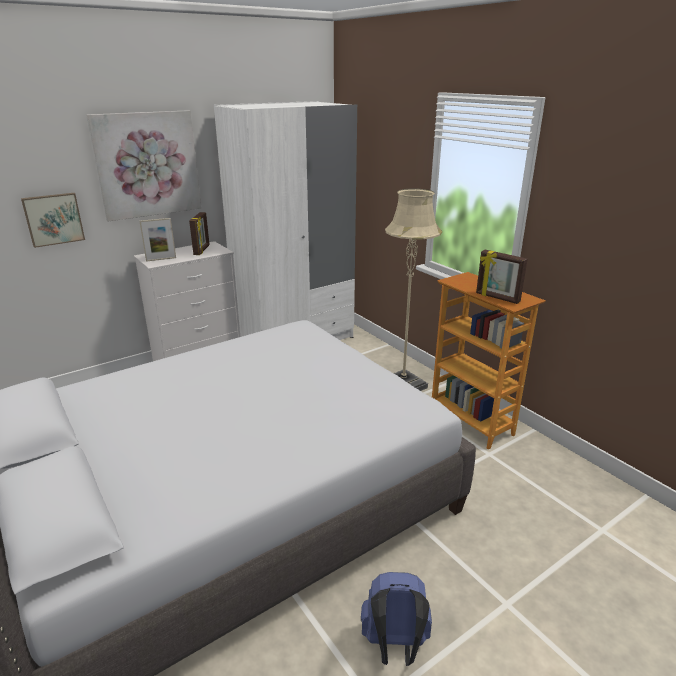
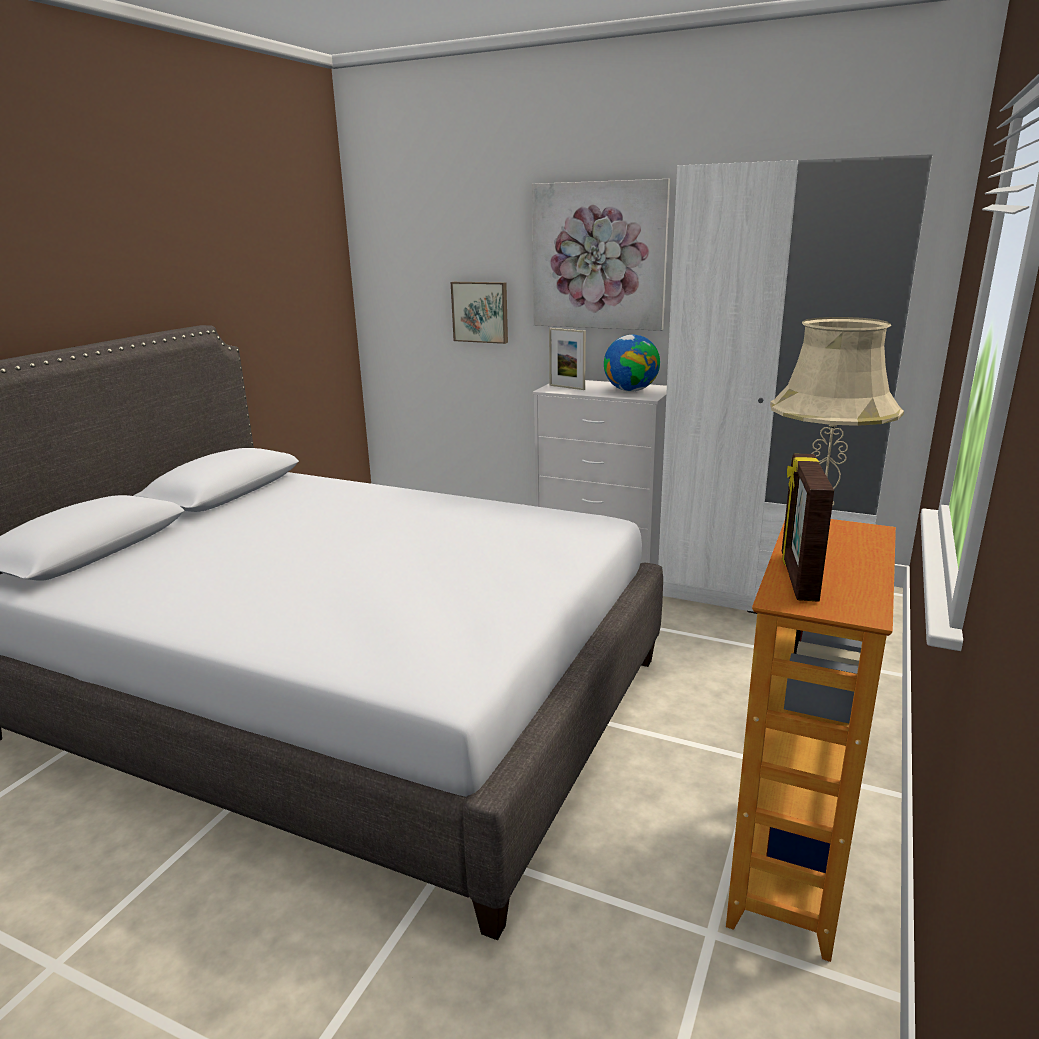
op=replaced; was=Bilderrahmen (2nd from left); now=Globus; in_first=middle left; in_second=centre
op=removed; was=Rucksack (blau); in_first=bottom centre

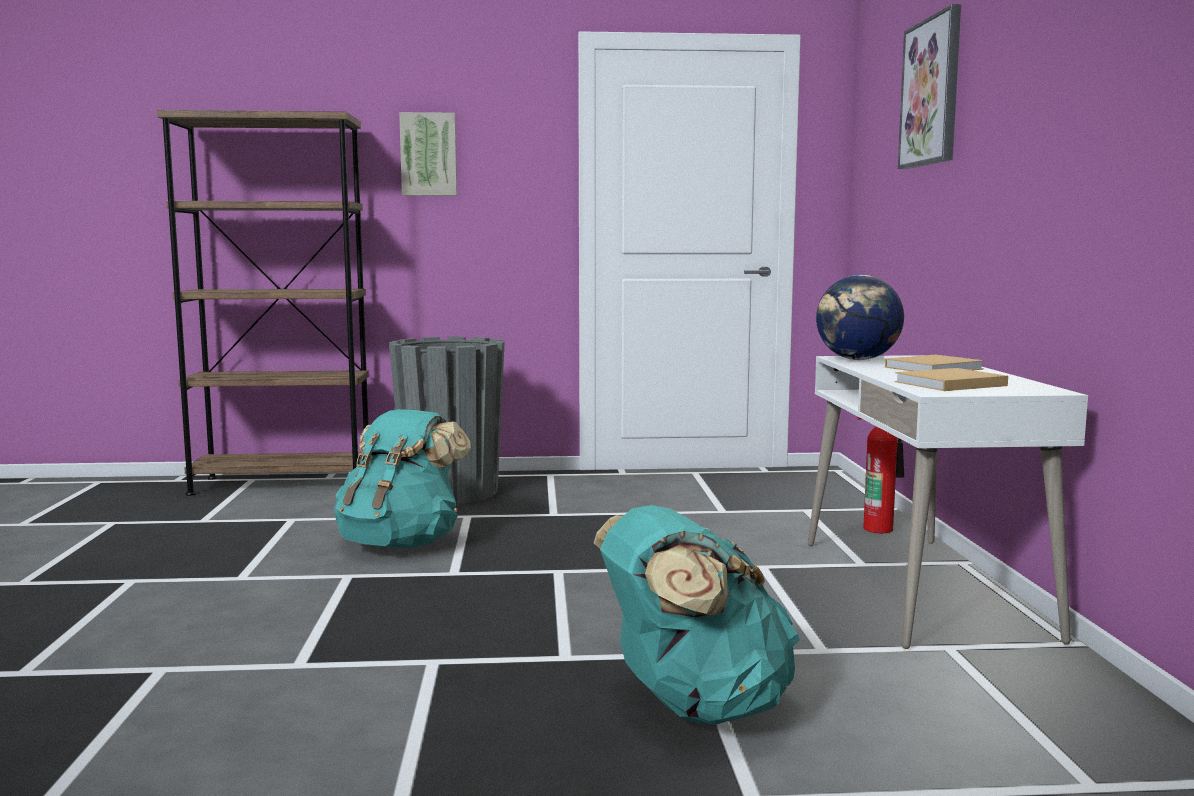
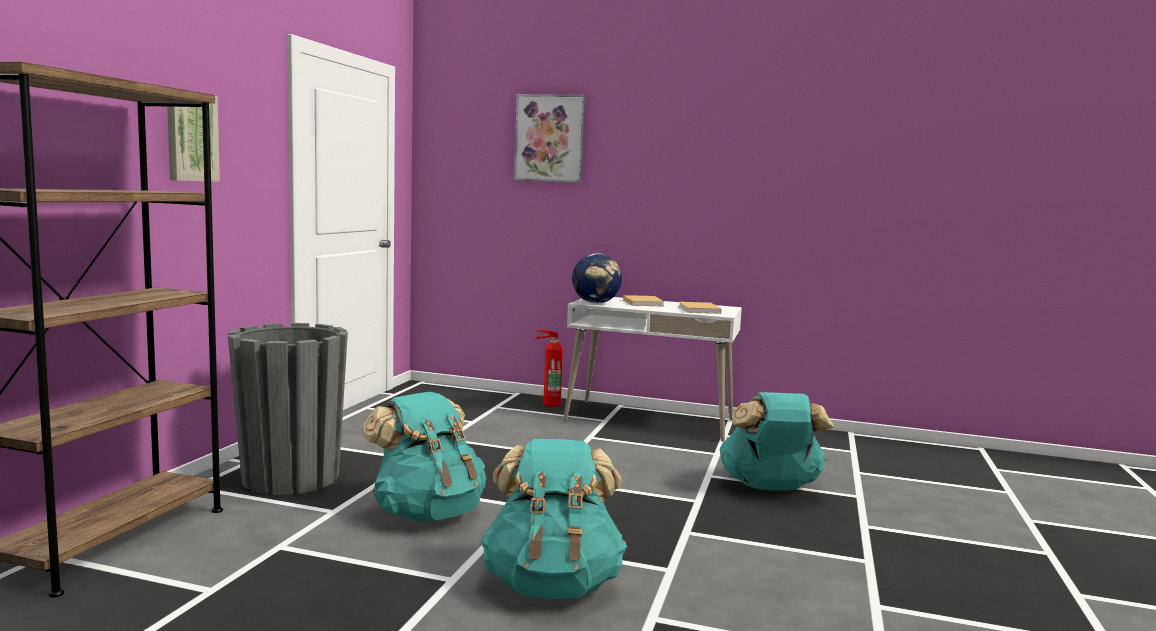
op=added; now=Rucksack (türkis) (2nd from left); in_second=bottom centre

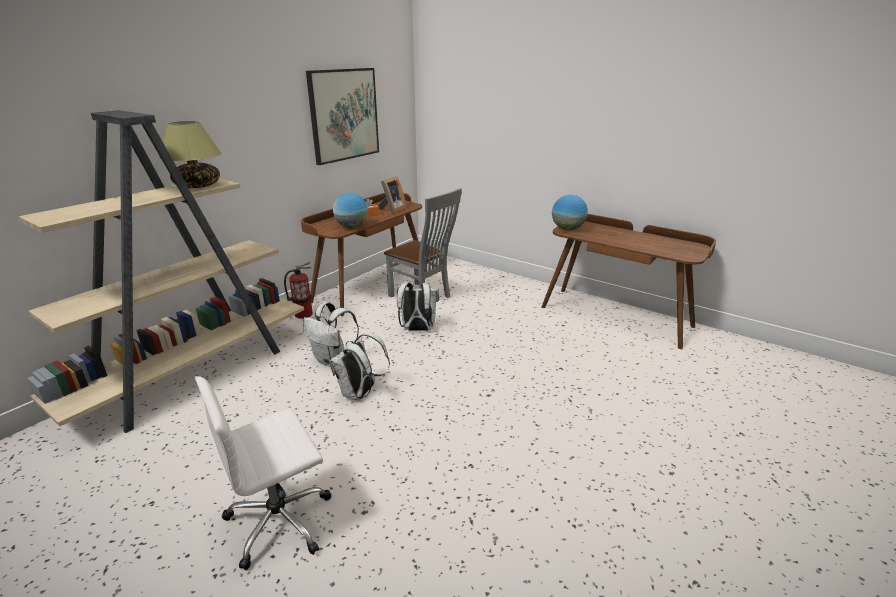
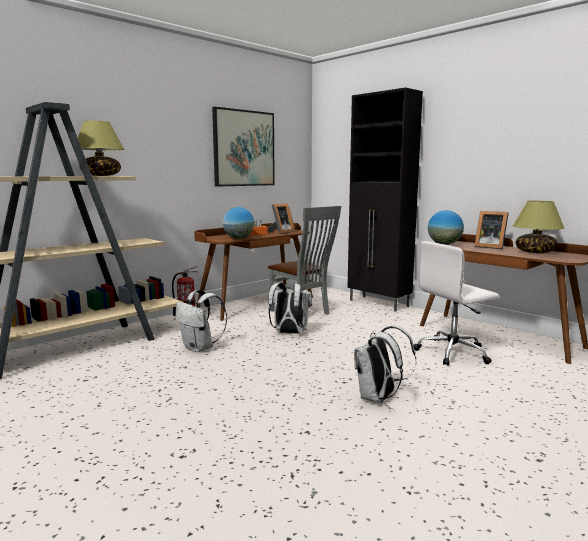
op=moved; was=Bürostuhl (weiß); in_first=bottom left; in_second=middle right
op=moved; was=Rucksack (weiß) (2nd from left in the first image); now=Rucksack (weiß) (3rd from left); in_first=centre; in_second=bottom centre
op=added; now=Schrank (schwarz); in_second=centre
op=added; now=Bilderrahmen (2nd from left); in_second=middle right
op=added; now=Tischlampe (2nd from left); in_second=middle right

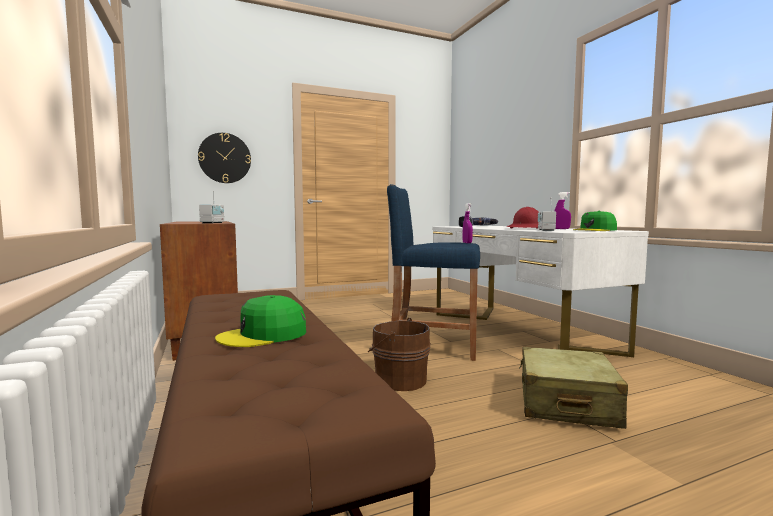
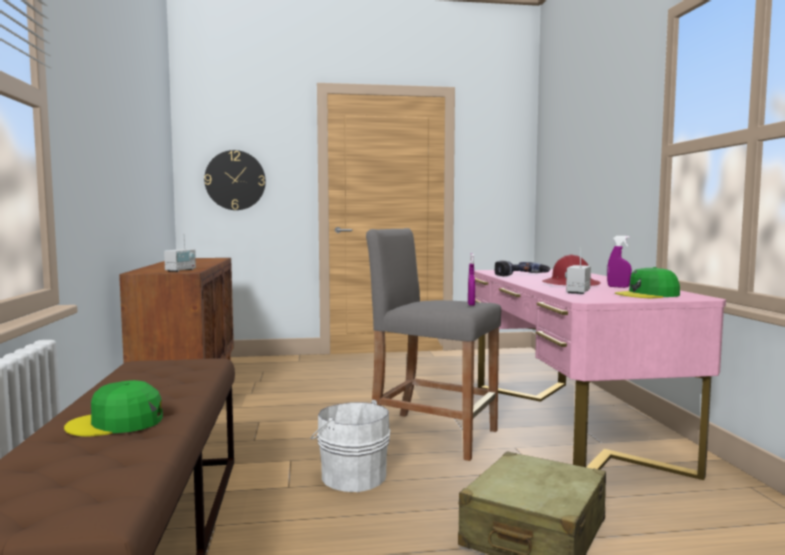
op=recoloured; was=Eimer (braun); now=Eimer (weiß); in_first=bottom centre; in_second=bottom centre
op=recoloured; was=Hocker (blau); now=Hocker (grau); in_first=centre; in_second=centre
op=recoloured; was=Schreibtisch (weiß); now=Schreibtisch (rosa); in_first=middle right; in_second=bottom right

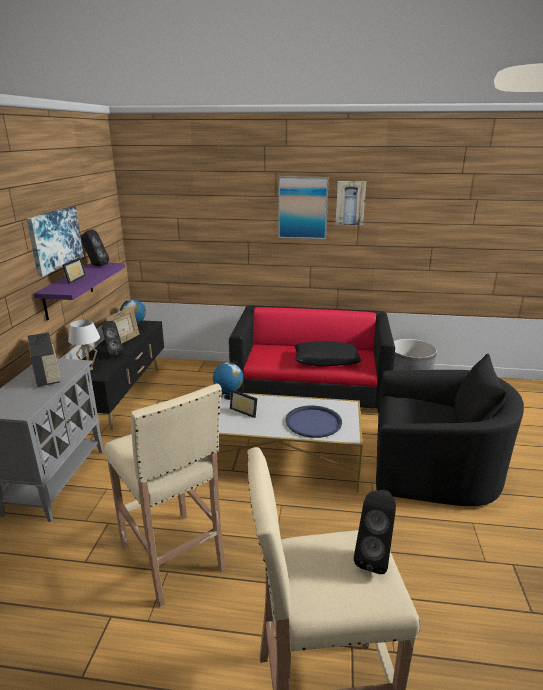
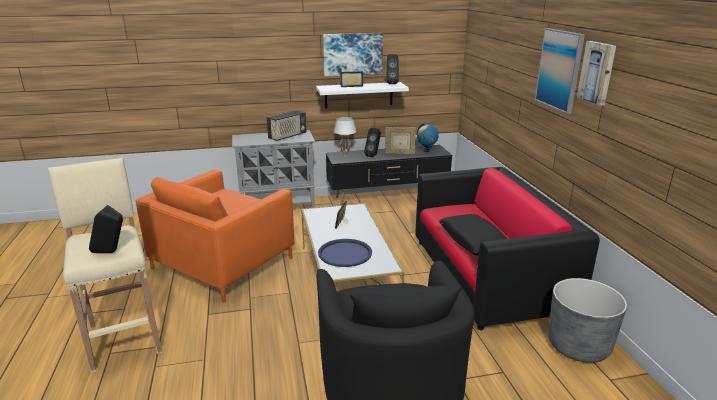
op=recoloured; was=Wandregal (lila); now=Wandregal (weiß); in_first=middle left; in_second=top centre
op=replaced; was=Hocker (beige) (1st from left); now=Sessel (orange); in_first=bottom left; in_second=middle left
op=removed; was=Globus (2nd from left); in_first=centre

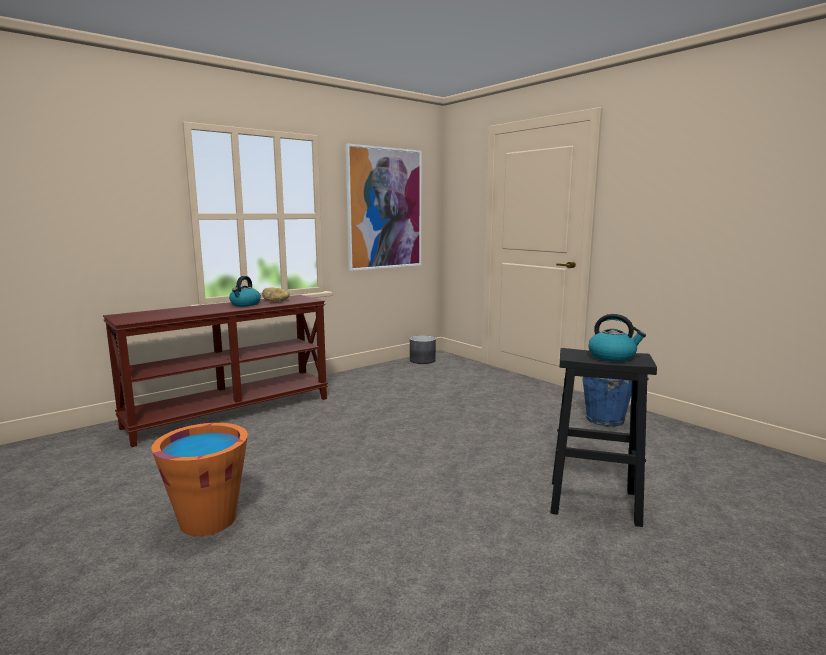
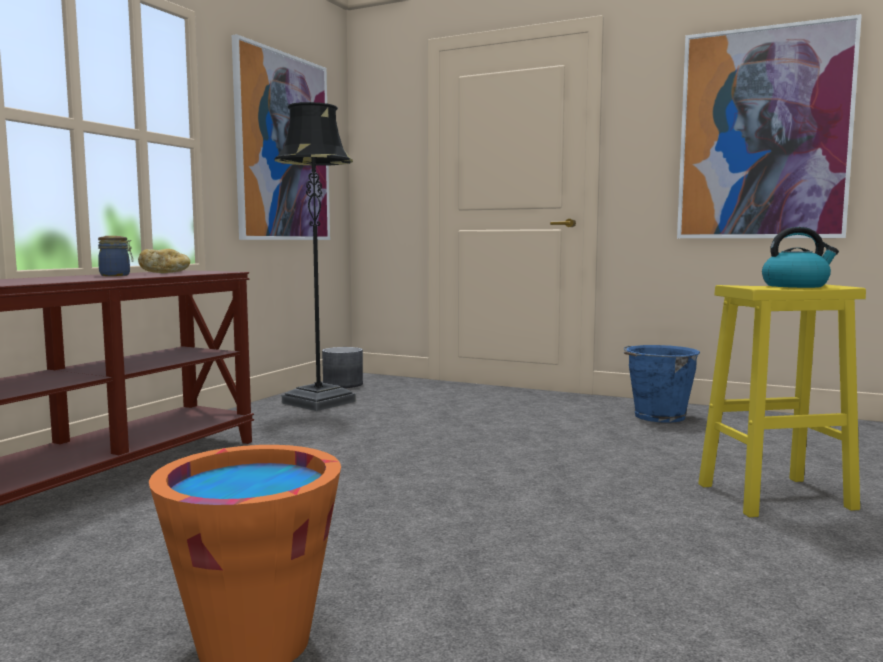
op=replaced; was=Wasserkessel (1st from left); now=Vorratsglas; in_first=middle left; in_second=middle left
op=recoloured; was=Hocker (schwarz); now=Hocker (gelb); in_first=bottom right; in_second=middle right
op=added; now=Stehlampe (schwarz); in_second=centre
op=added; now=Bild (2nd from left); in_second=top right

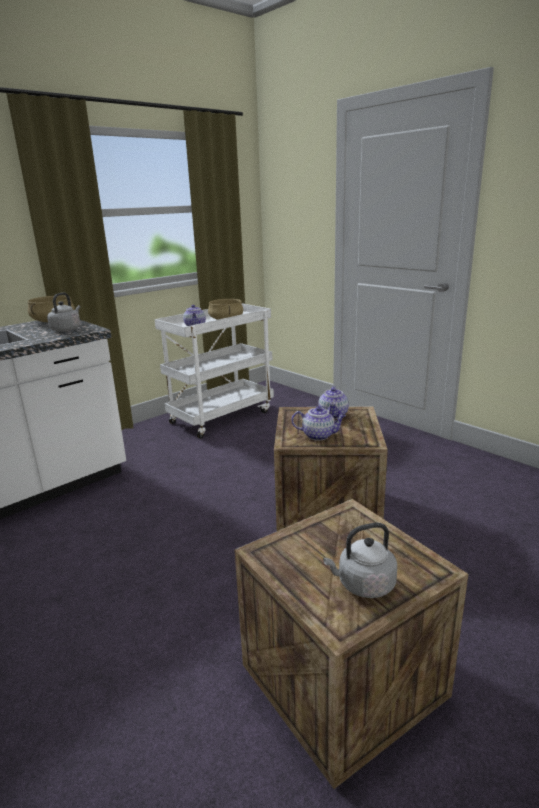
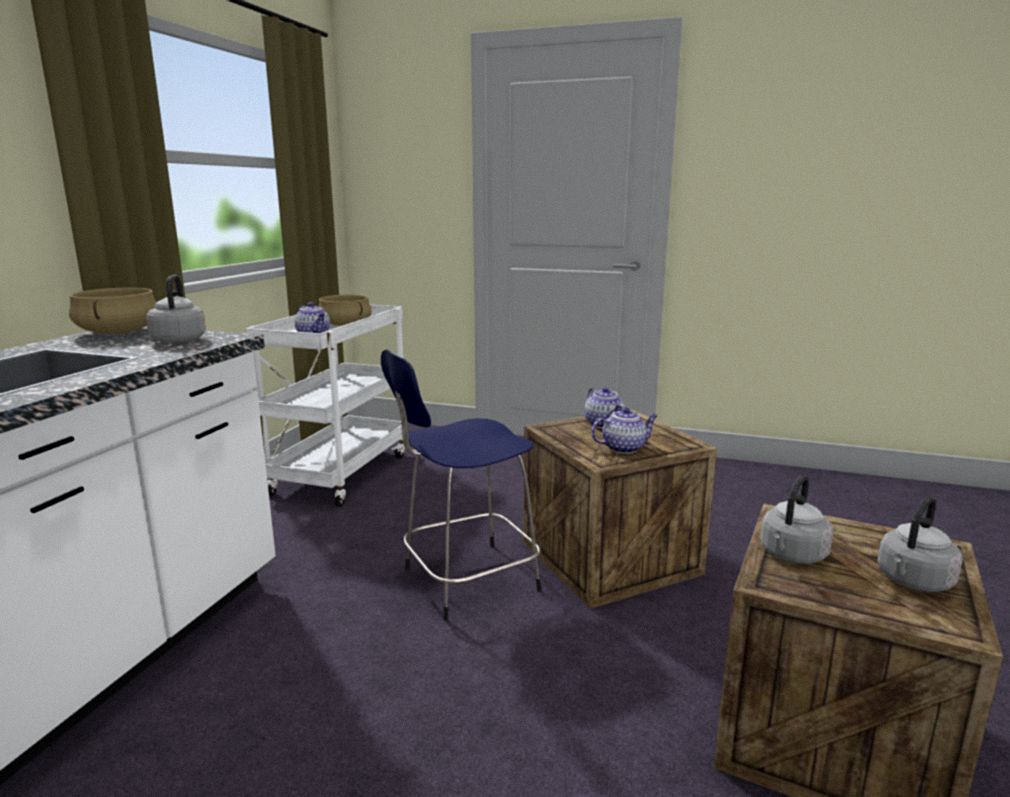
op=added; now=Hocker (blau); in_second=centre
op=added; now=Wasserkessel (grau) (2nd from left); in_second=middle right

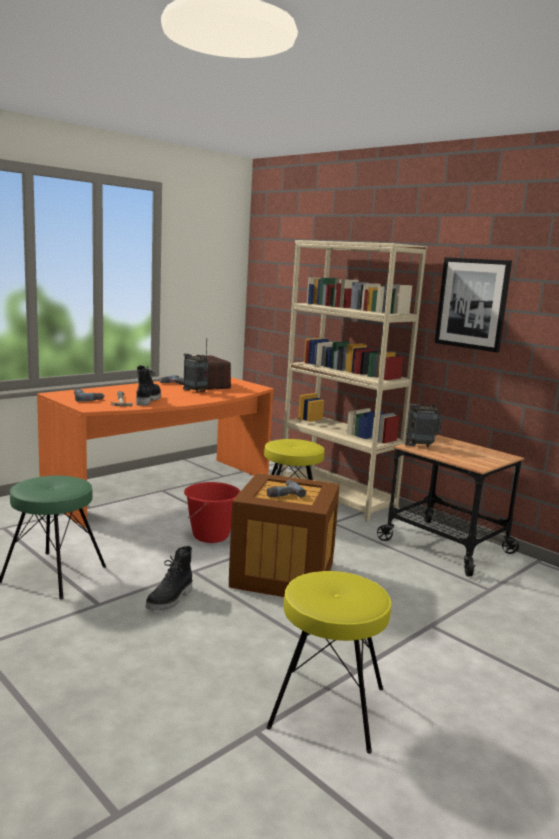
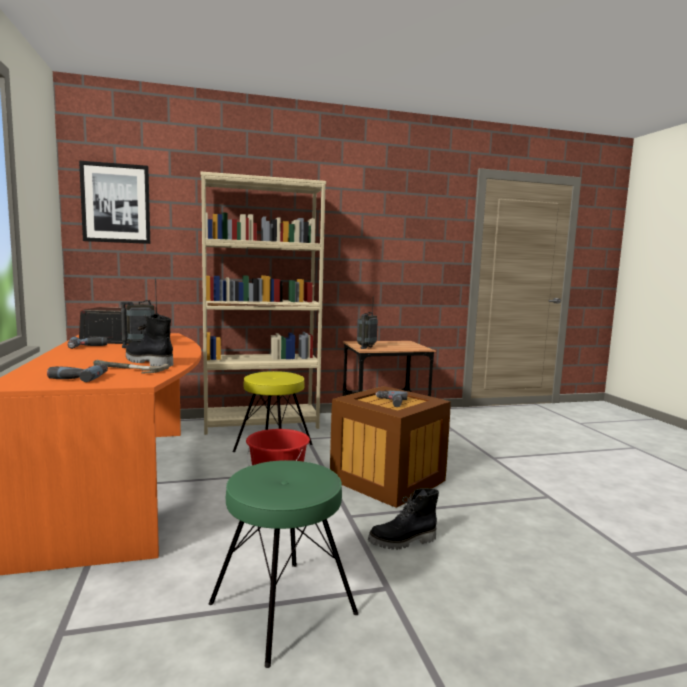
op=turned; was=Stiefel (schwarz) (2nd from left); in_first=bottom left; in_second=bottom centre; clockwise=105
op=removed; was=Hocker (gelb) (2nd from left); in_first=bottom centre
op=moved; was=Bild; in_first=middle right; in_second=top left

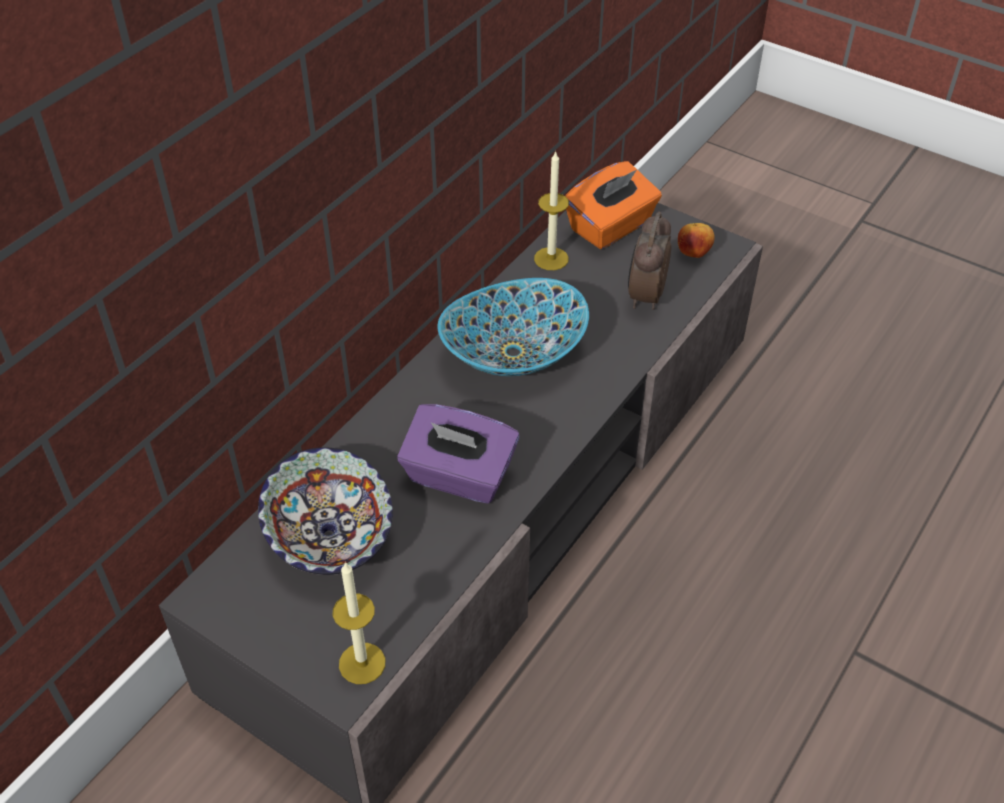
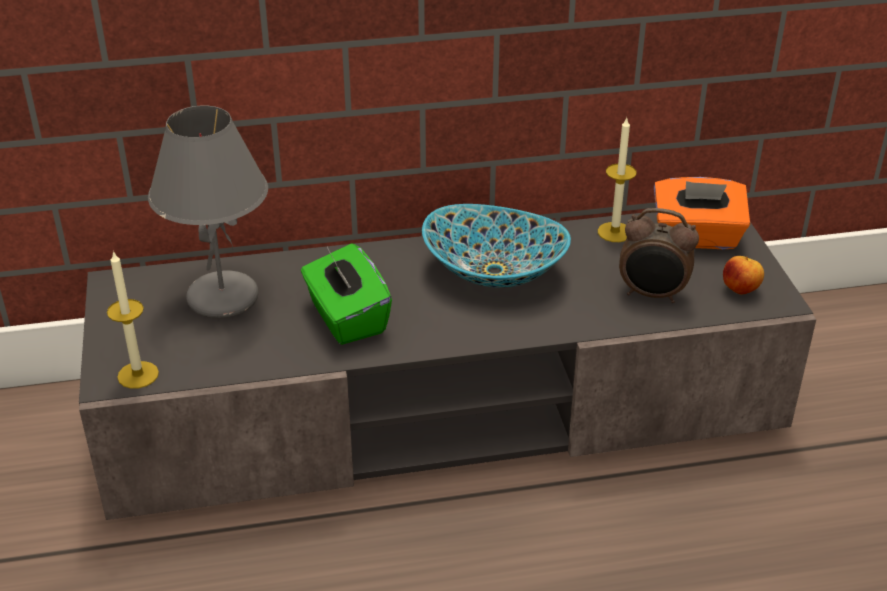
op=replaced; was=Schüssel (1st from left); now=Tischlampe (grau); in_first=middle left; in_second=middle left
op=recoloured; was=Taschentuchbox (lila); now=Taschentuchbox (grün); in_first=centre; in_second=centre
op=turned; was=Wecker; in_first=top centre; in_second=middle right; clockwise=-135

